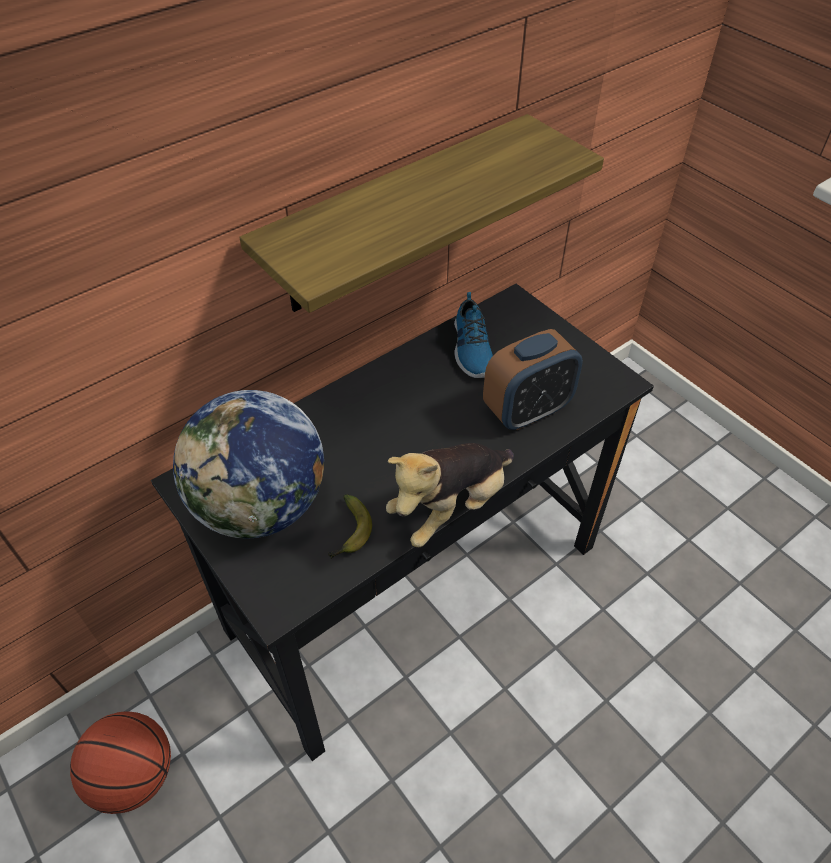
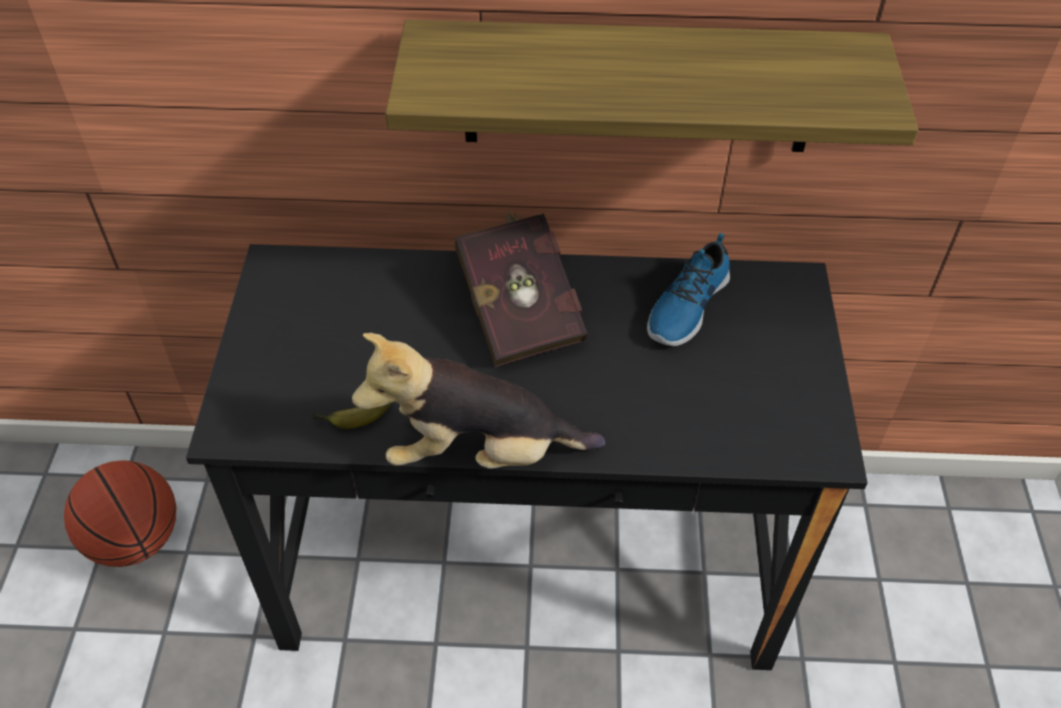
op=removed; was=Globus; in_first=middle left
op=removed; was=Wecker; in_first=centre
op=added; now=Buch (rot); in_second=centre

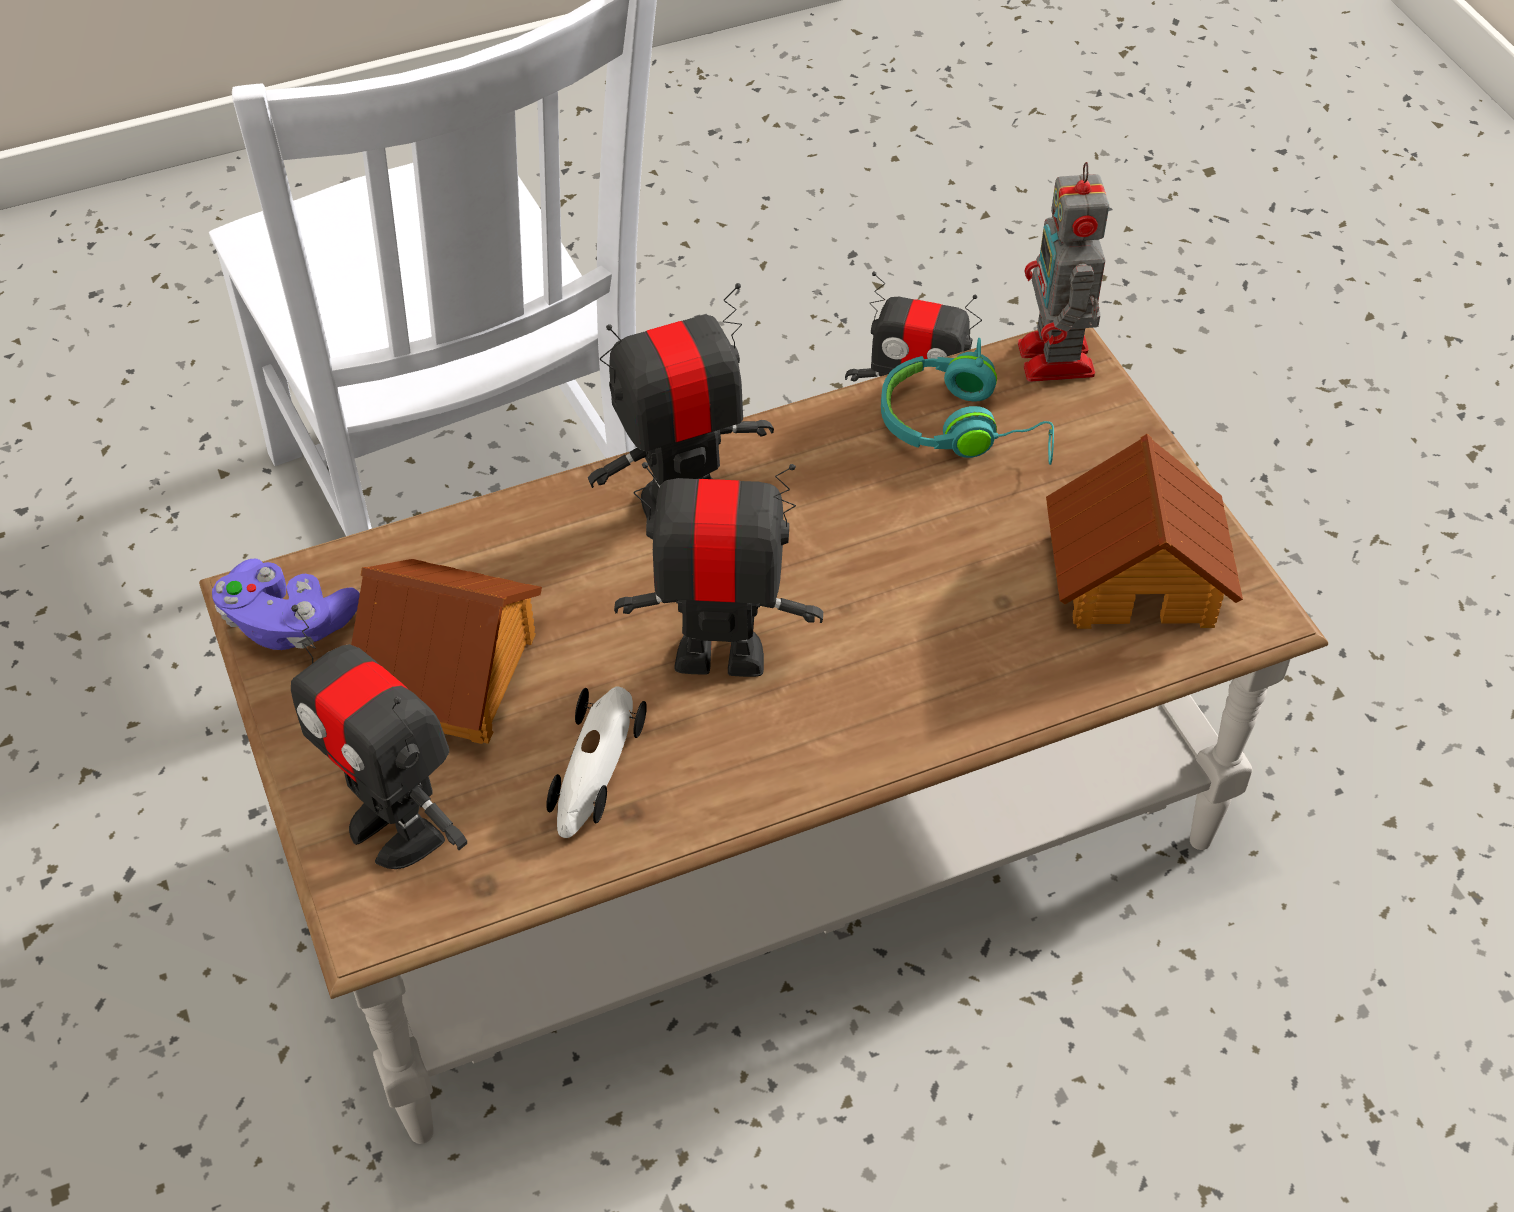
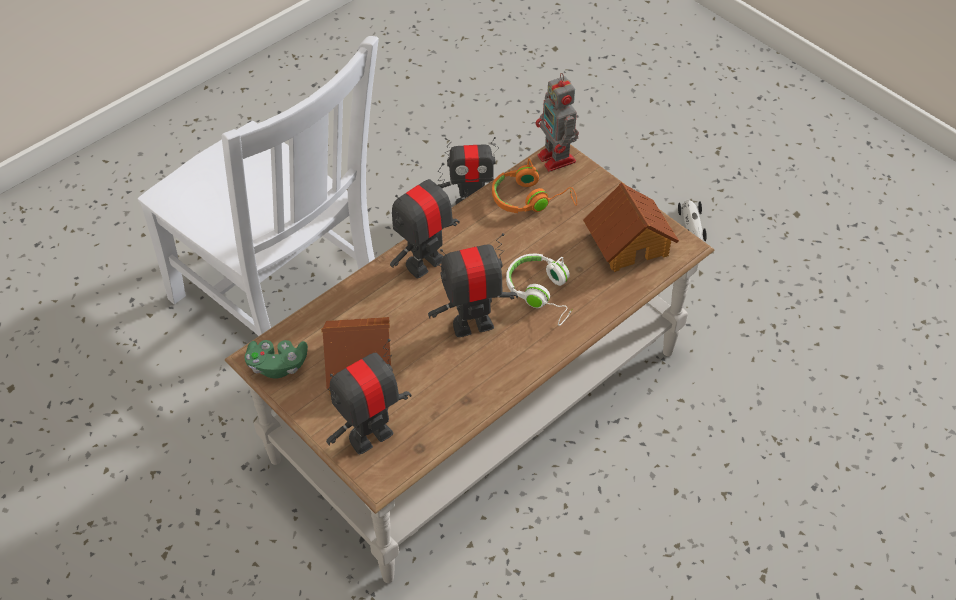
op=recoloured; was=Gamepad (lila); now=Gamepad (grün); in_first=middle left; in_second=middle left
op=turned; was=Spielzeugroboter (1st from left); in_first=middle left; in_second=centre; clockwise=120
op=moved; was=Spielzeugauto; in_first=centre; in_second=middle right
op=recoloured; was=Kopfhörer (türkis); now=Kopfhörer (orange); in_first=top centre; in_second=top centre
op=added; now=Kopfhörer (weiß); in_second=centre

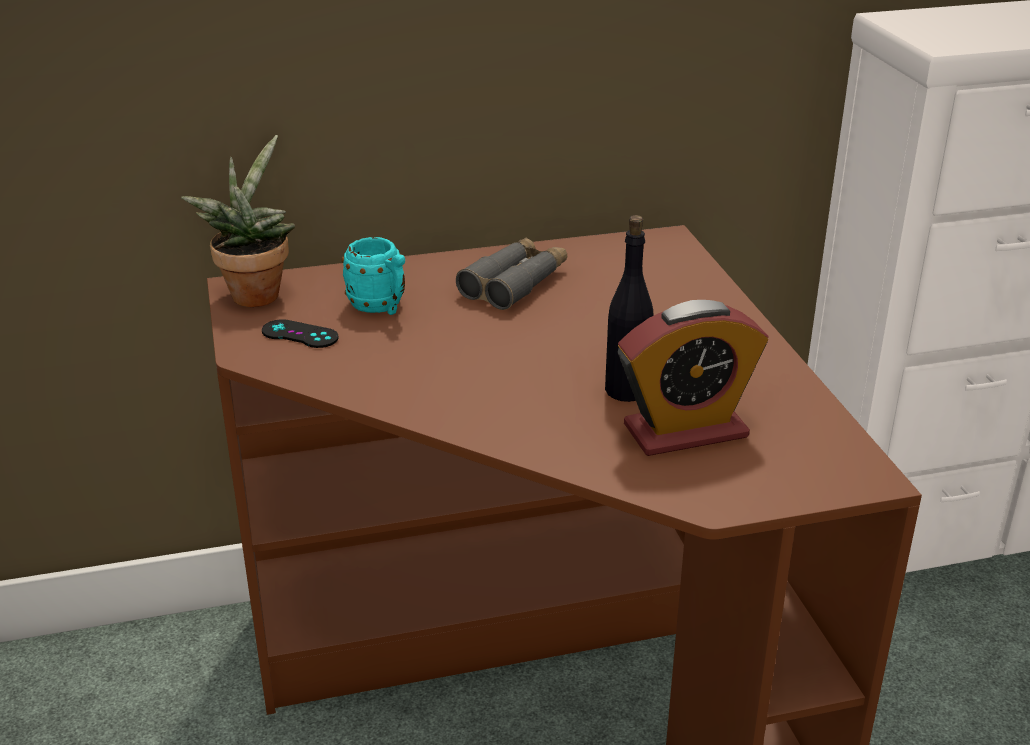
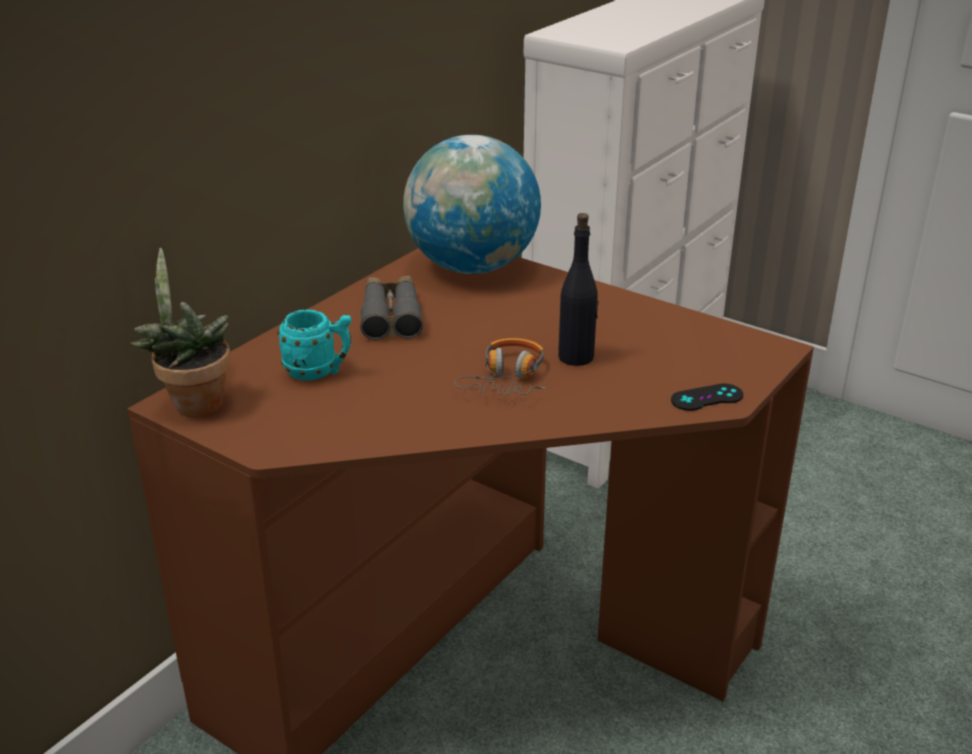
op=moved; was=Gamepad (schwarz); in_first=middle left; in_second=middle right
op=removed; was=Wecker; in_first=middle right
op=added; now=Globus; in_second=top centre
op=added; now=Kopfhörer; in_second=centre

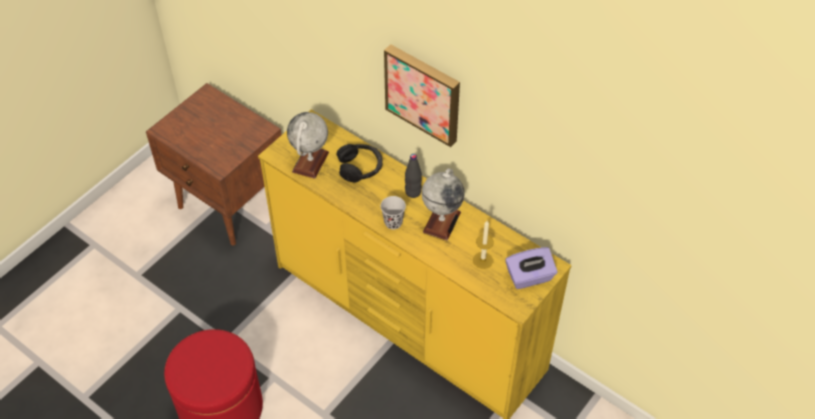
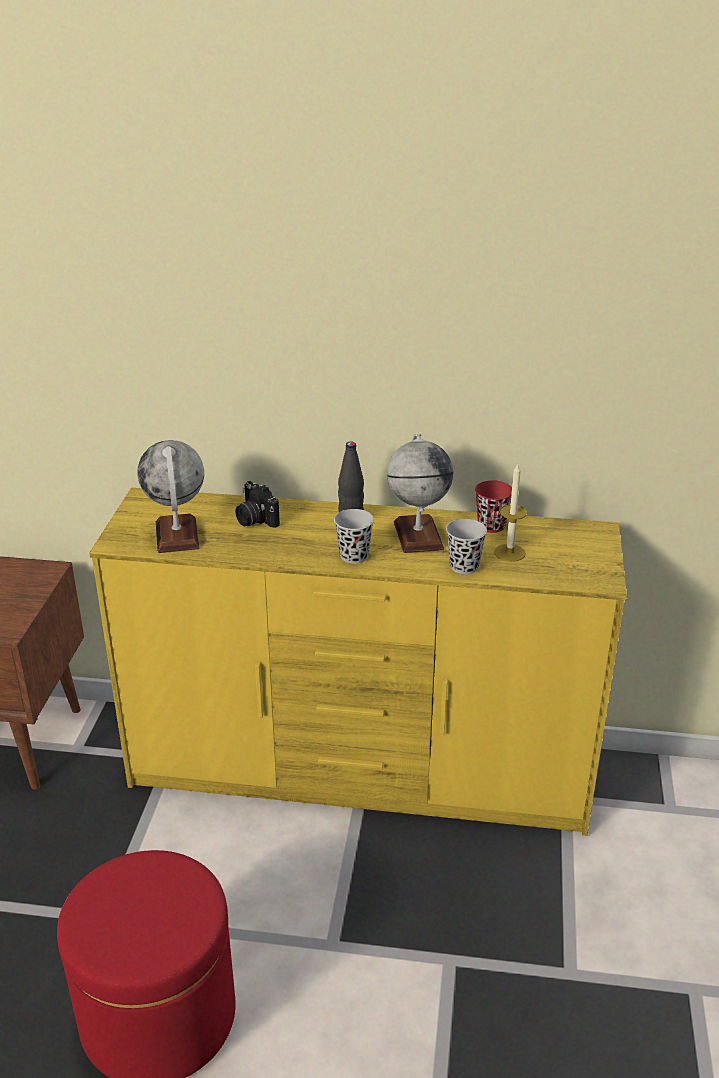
op=replaced; was=Kopfhörer (schwarz); now=Kamera; in_first=centre; in_second=centre
op=removed; was=Bild; in_first=top centre
op=removed; was=Taschentuchbox (lila); in_first=centre
op=added; now=Tasse (schwarz) (2nd from left); in_second=centre
op=added; now=Tasse (rot); in_second=middle right

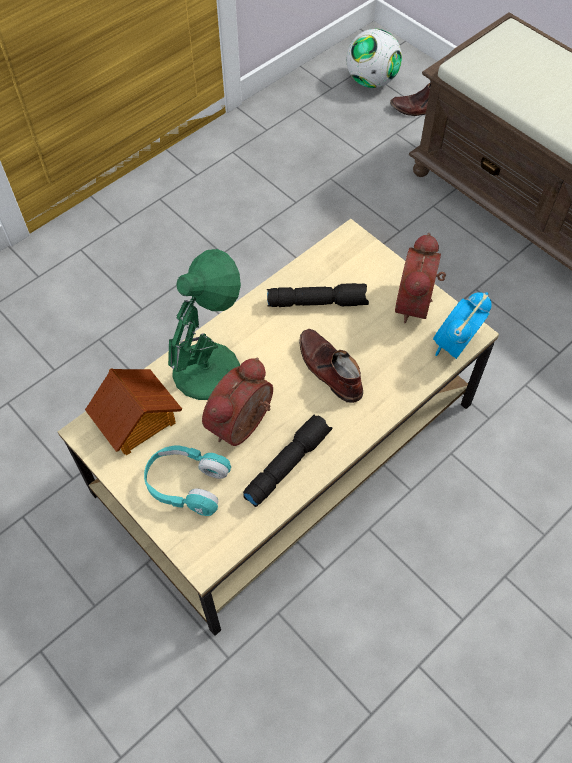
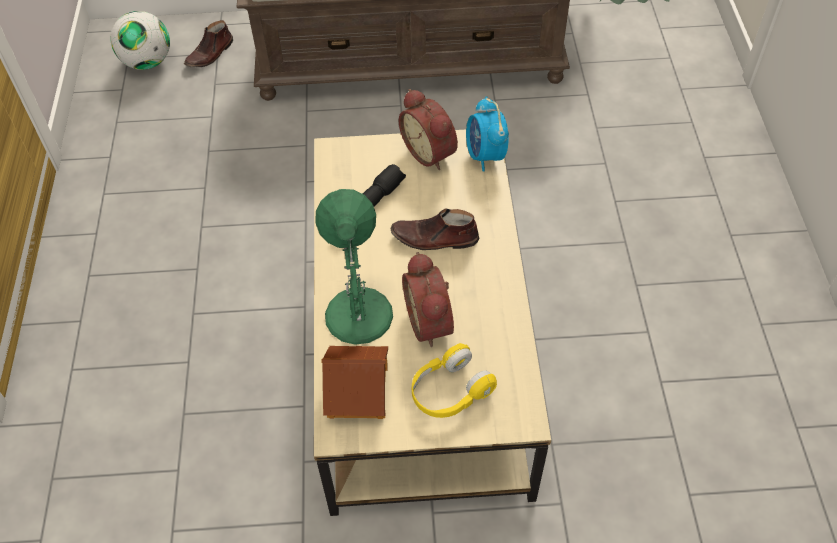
op=recoloured; was=Kopfhörer (türkis); now=Kopfhörer (gelb); in_first=middle left; in_second=bottom centre
op=removed; was=Taschenlampe (schwarz) (1st from left); in_first=centre

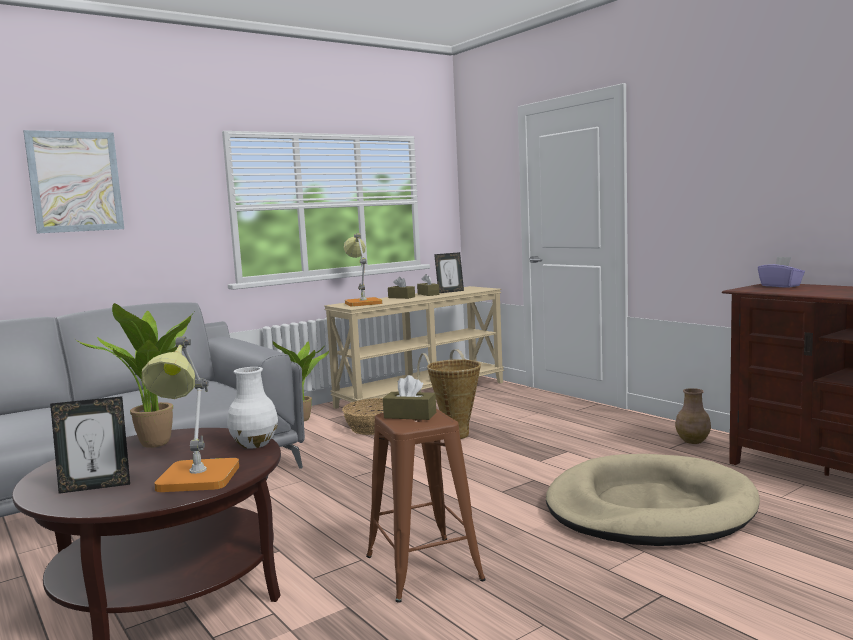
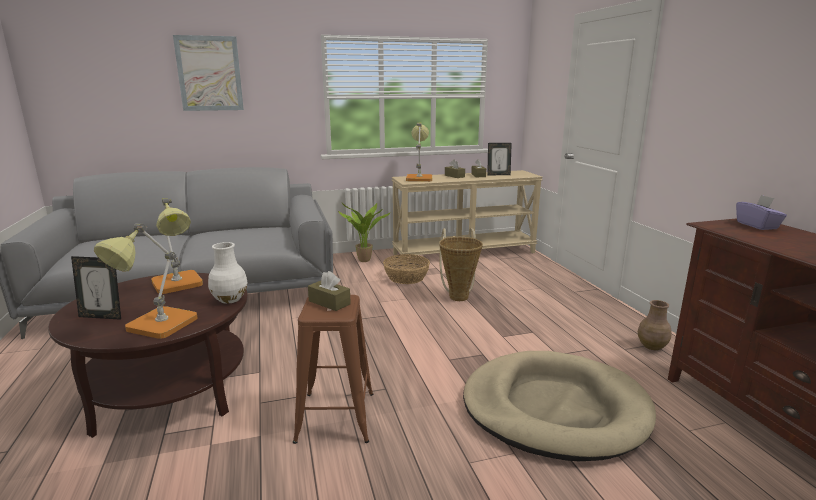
op=replaced; was=Topfpflanze (1st from left); now=Tischlampe (2nd from left); in_first=middle left; in_second=middle left

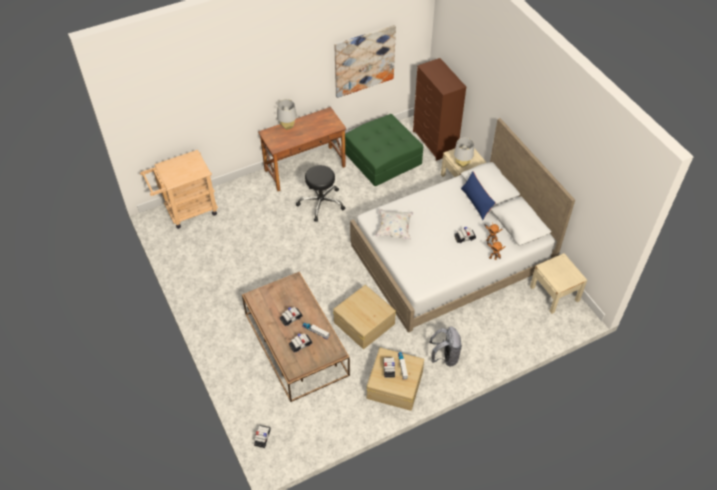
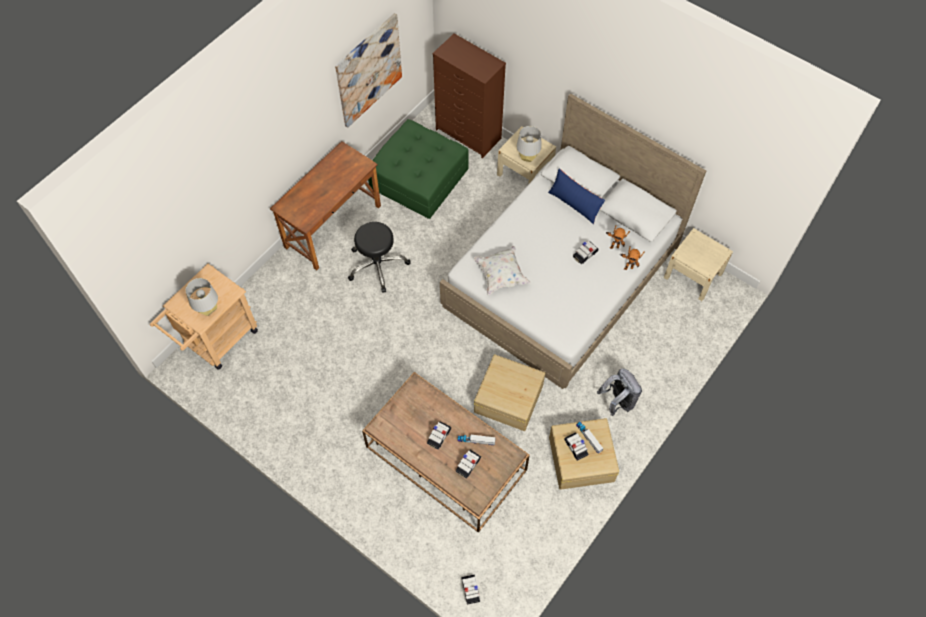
op=moved; was=Tischlampe (grau) (1st from left); in_first=top centre; in_second=middle left

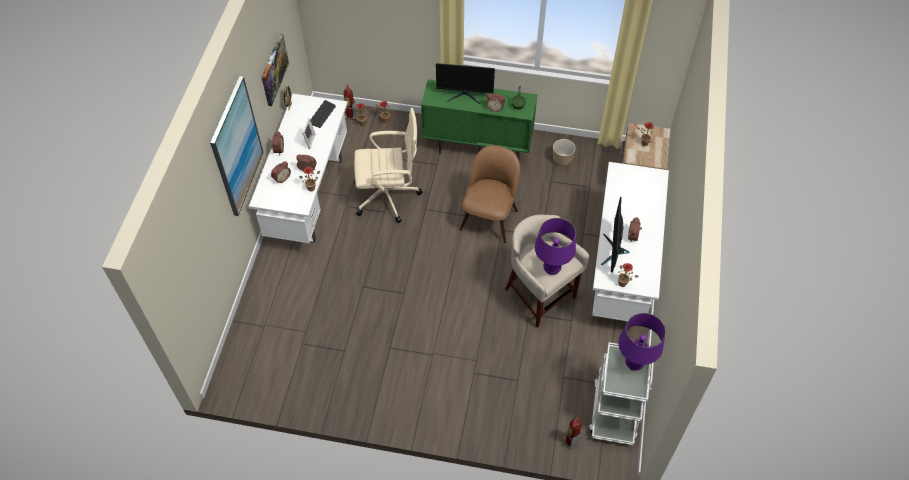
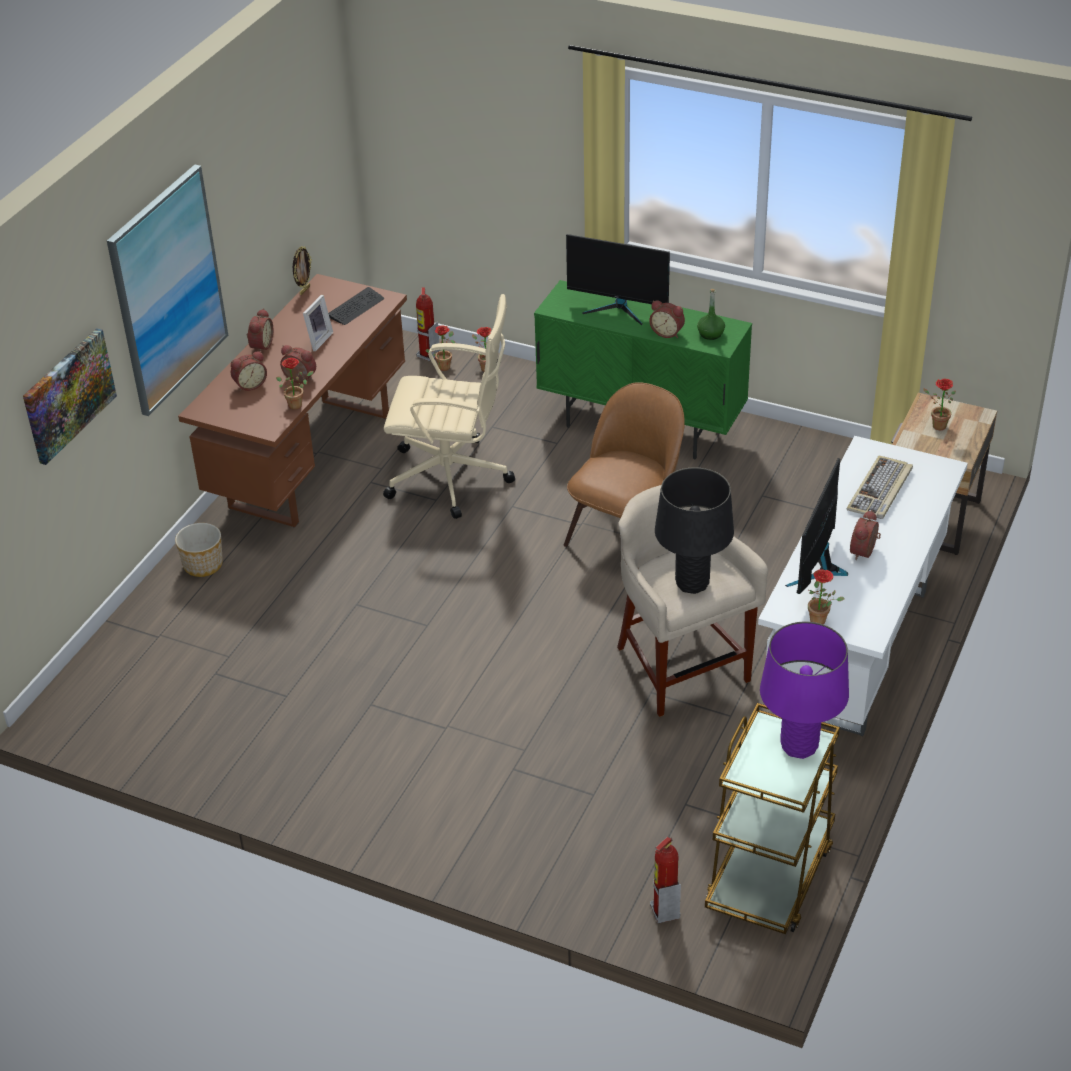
op=recoloured; was=Schreibtisch (weiß) (1st from left); now=Schreibtisch (braun); in_first=middle left; in_second=middle left
op=moved; was=Bild (2nd from left in the first image); now=Bild (1st from left); in_first=top left; in_second=middle left
op=recoloured; was=Tischlampe (lila) (1st from left); now=Tischlampe (schwarz); in_first=centre; in_second=centre
op=moved; was=Pflanzkübel; in_first=top centre; in_second=middle left
op=recoloured; was=Rollwagen (weiß); now=Rollwagen (braun); in_first=bottom right; in_second=bottom right
op=added; now=Tastatur (2nd from left); in_second=middle right

